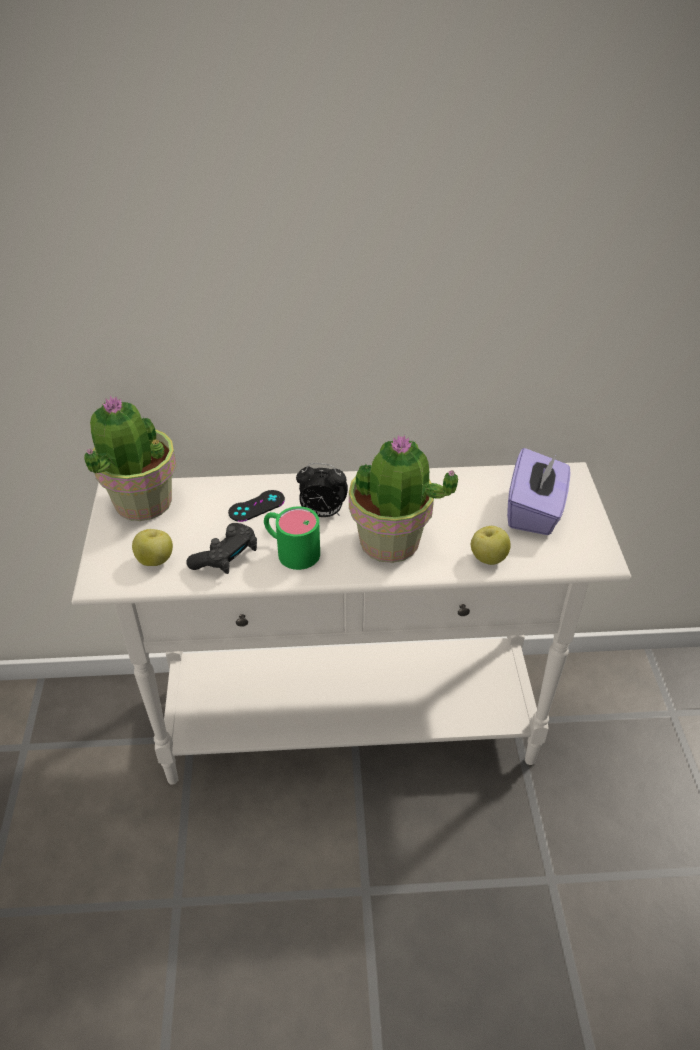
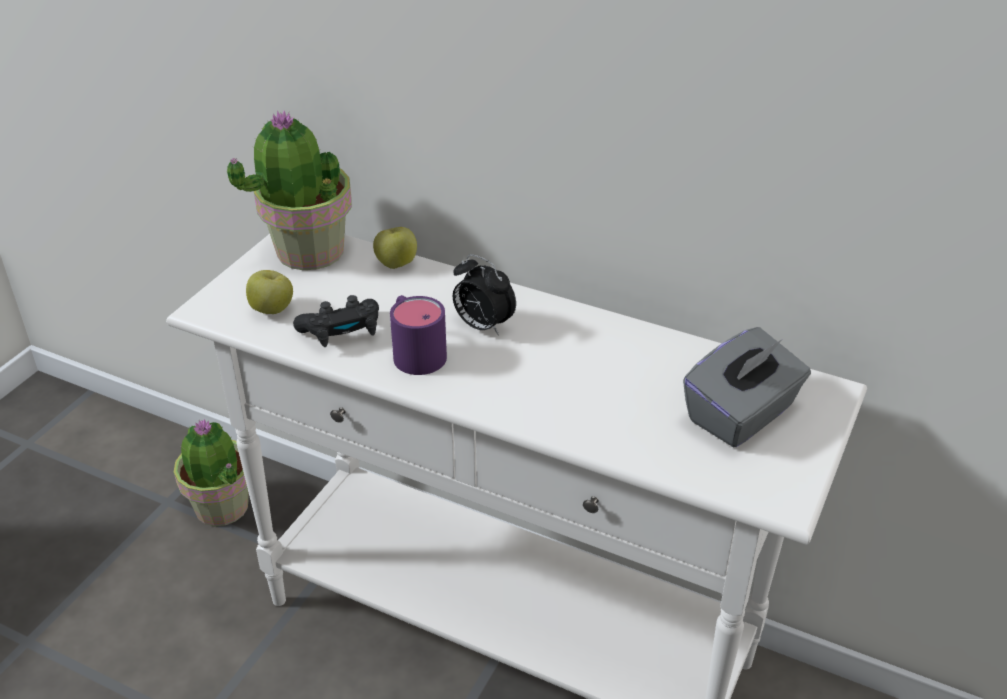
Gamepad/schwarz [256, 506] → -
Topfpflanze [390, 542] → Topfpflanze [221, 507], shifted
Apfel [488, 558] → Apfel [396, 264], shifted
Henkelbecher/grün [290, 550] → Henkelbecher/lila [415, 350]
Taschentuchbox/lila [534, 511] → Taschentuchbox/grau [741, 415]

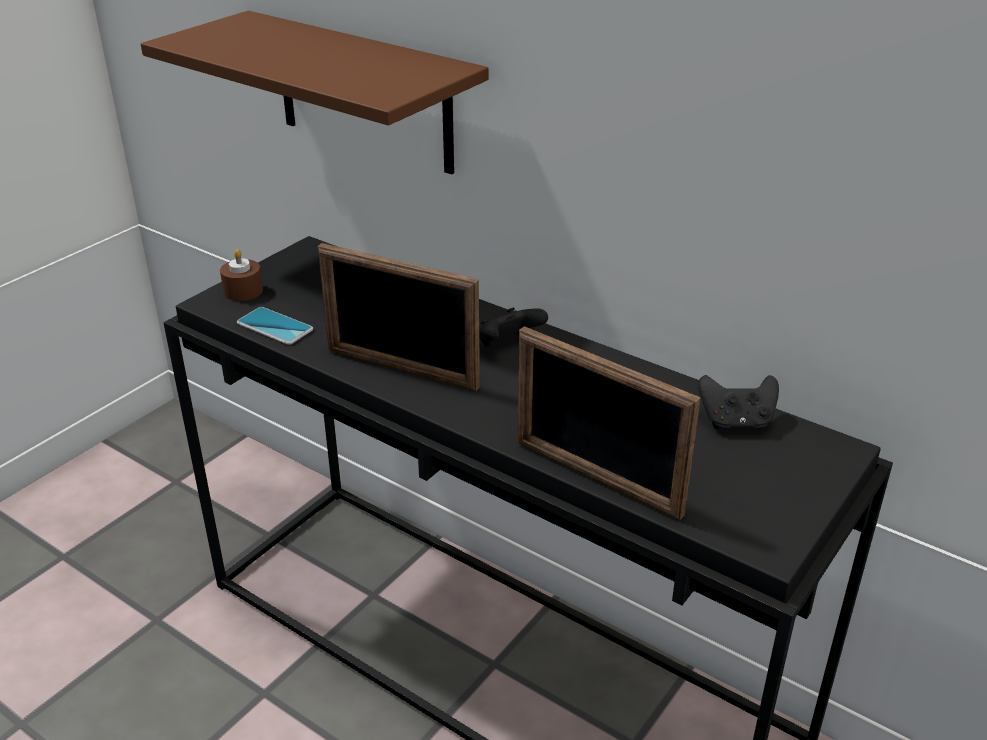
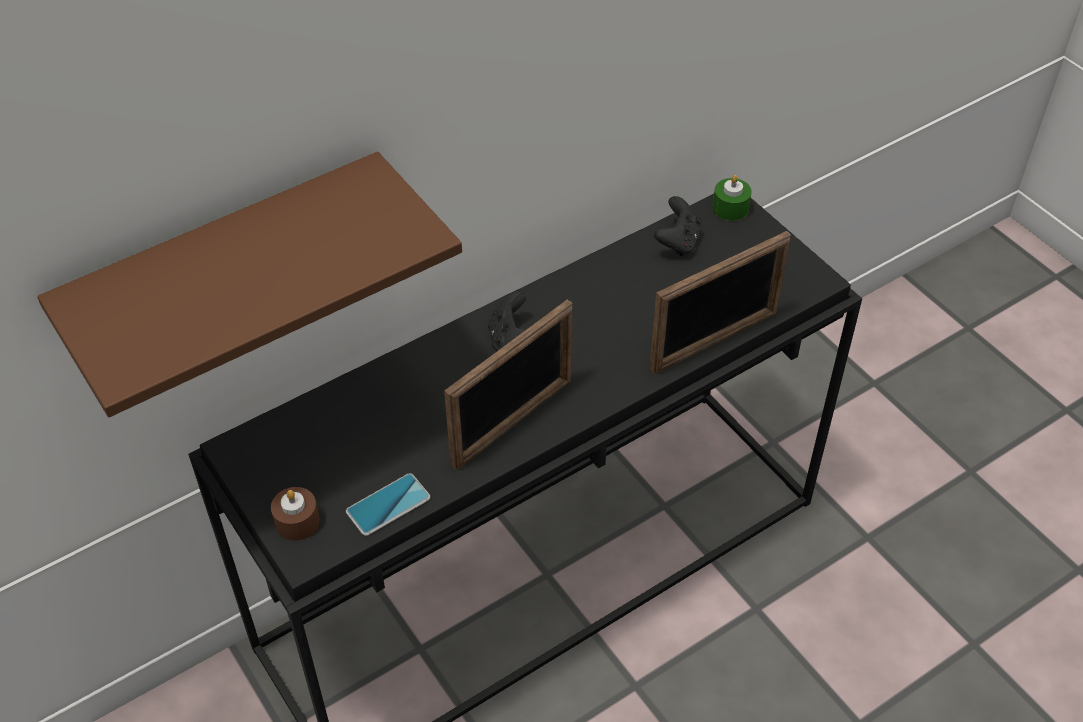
- → Kerze/grün [730, 208]

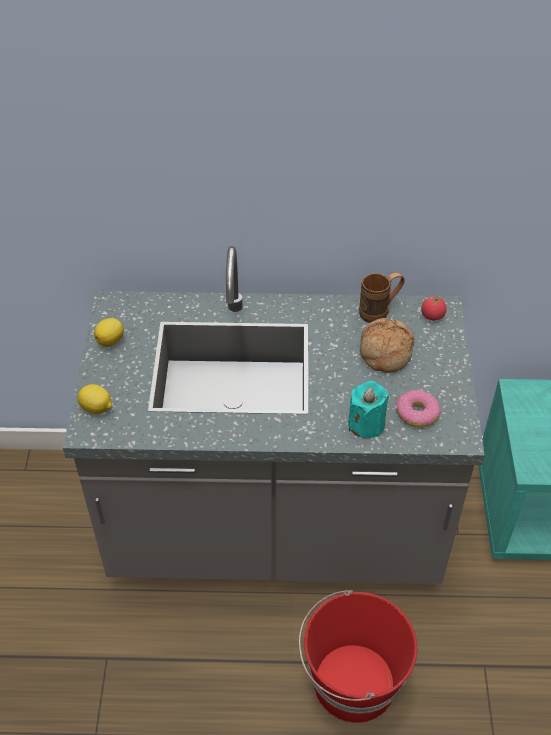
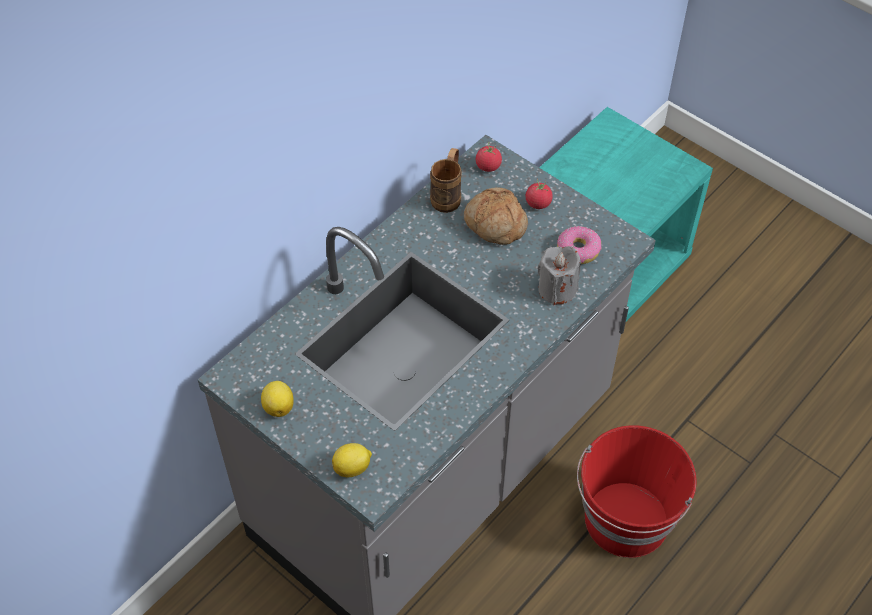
- → Tomate [538, 203]
Kerze/türkis [366, 424] → Kerze/grau [557, 289]

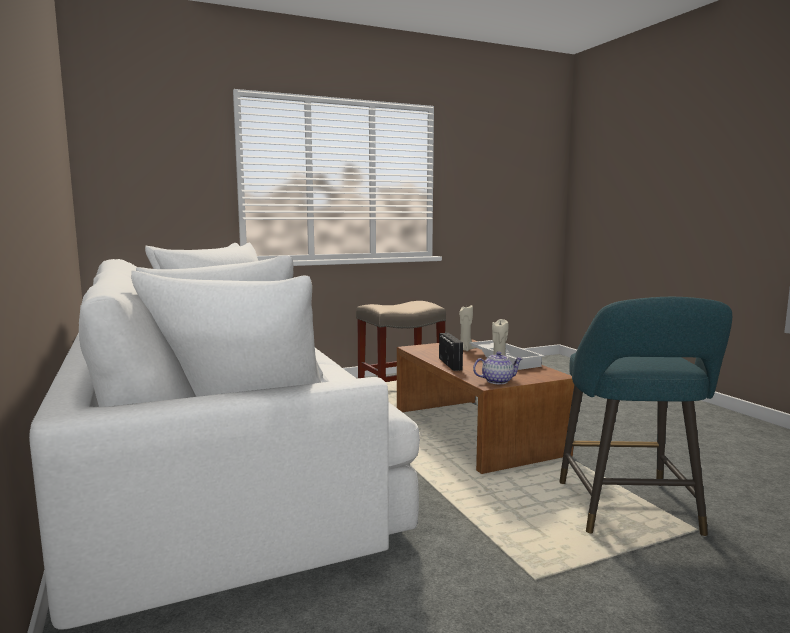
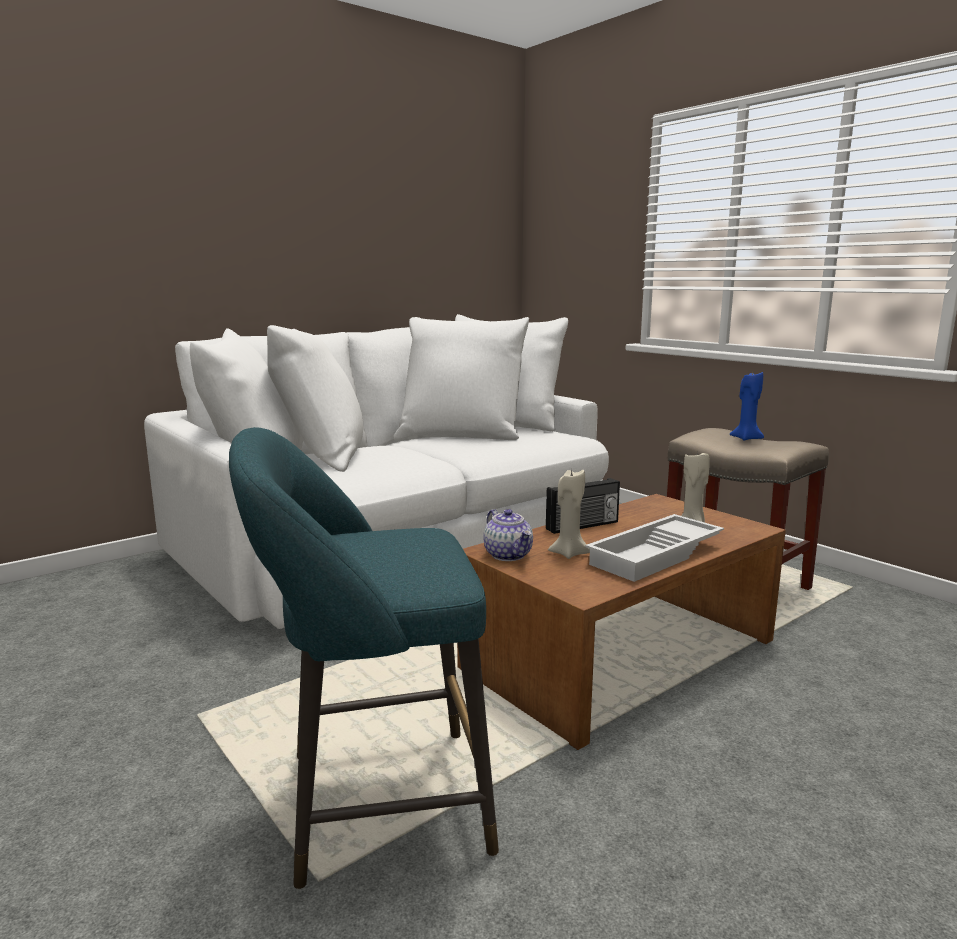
- → Kerze/blau [746, 438]

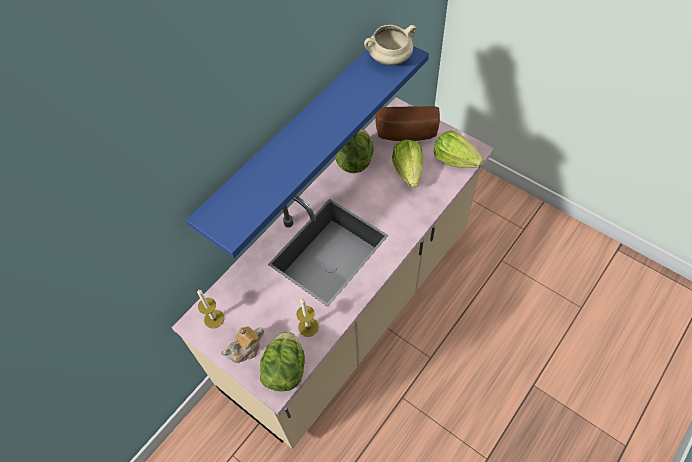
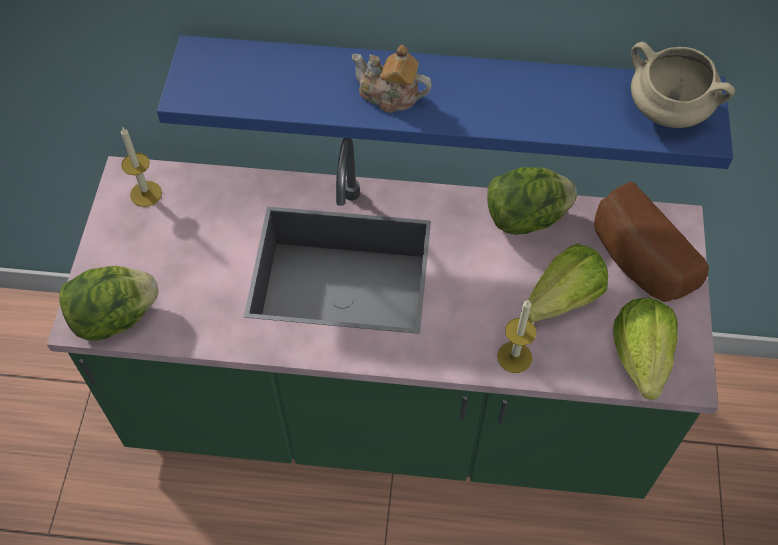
Teekanne [246, 349] → Teekanne [389, 95], shifted
Kerze [308, 327] → Kerze [514, 357], shifted
Küchenzeile/beige [351, 310] → Küchenzeile/grün [389, 411]

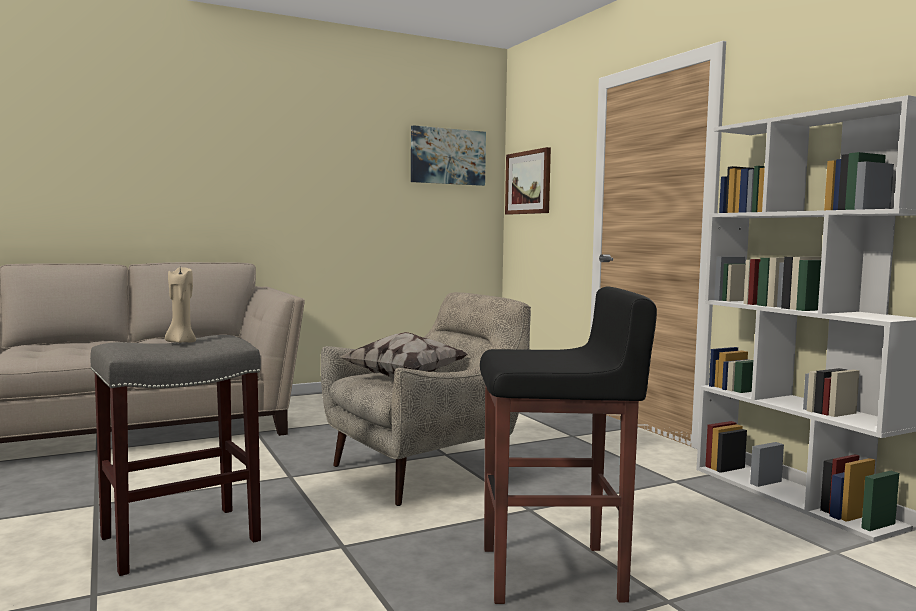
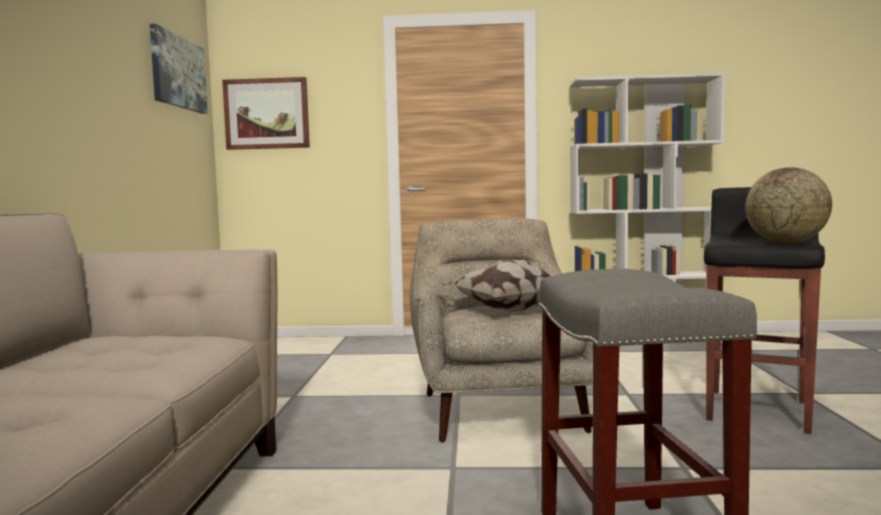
Kerze/beige [181, 342] → -
- → Globus [786, 243]

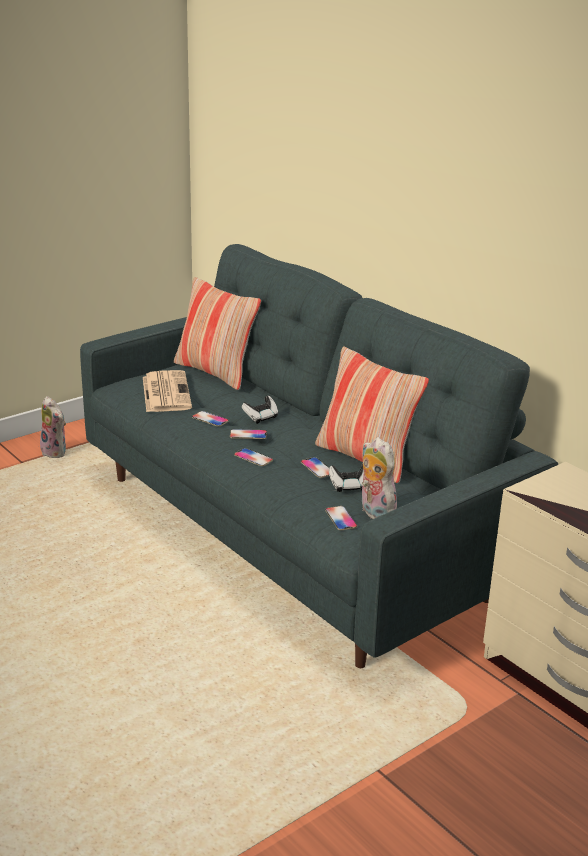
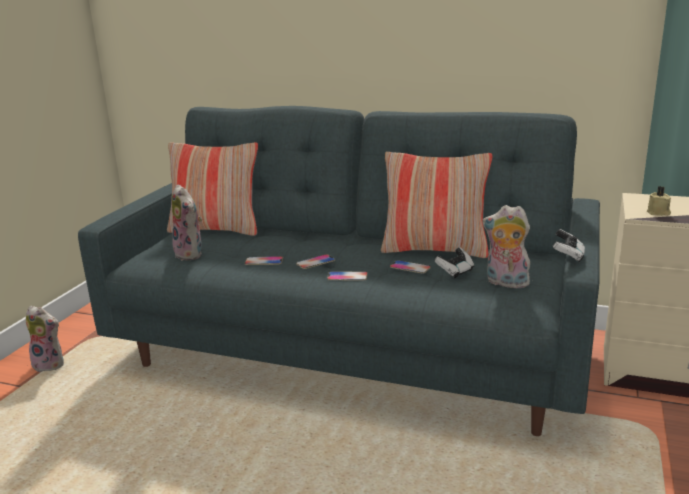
Handy [341, 519] → -
- → Kerze/beige [658, 213]
Gamepad [261, 417] → Gamepad [568, 256], shifted
Zeitung [165, 392] → Plüschtier [191, 254]

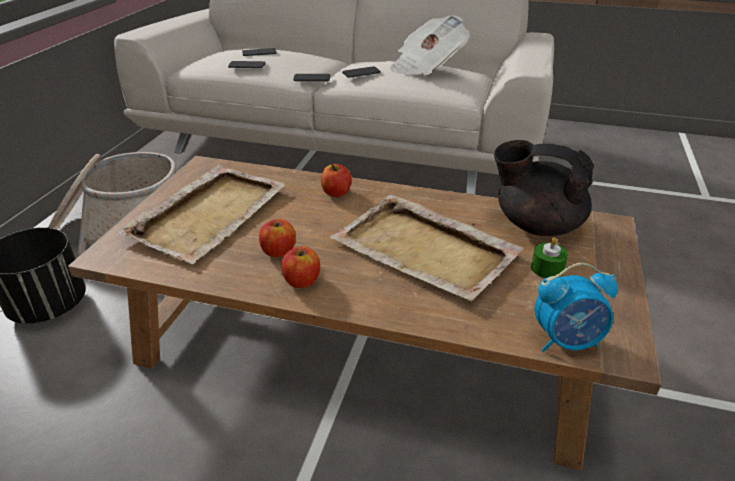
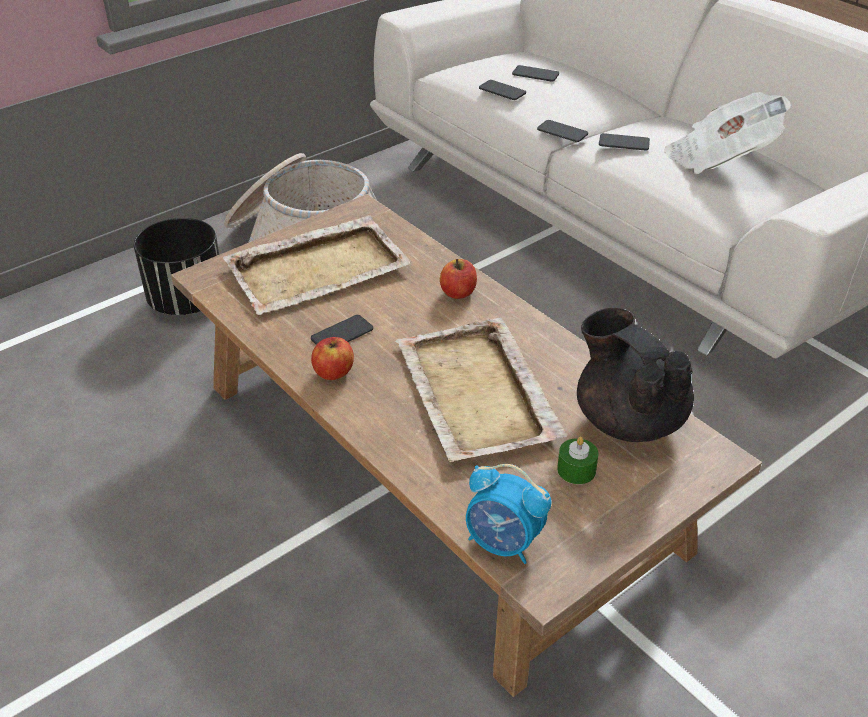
Apfel [278, 251] → Handy [342, 334]

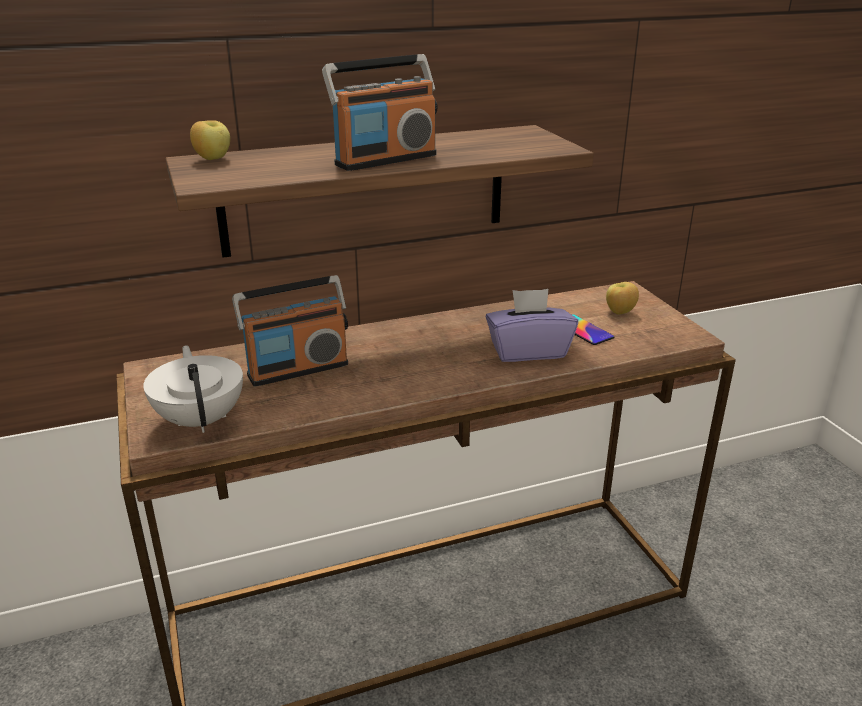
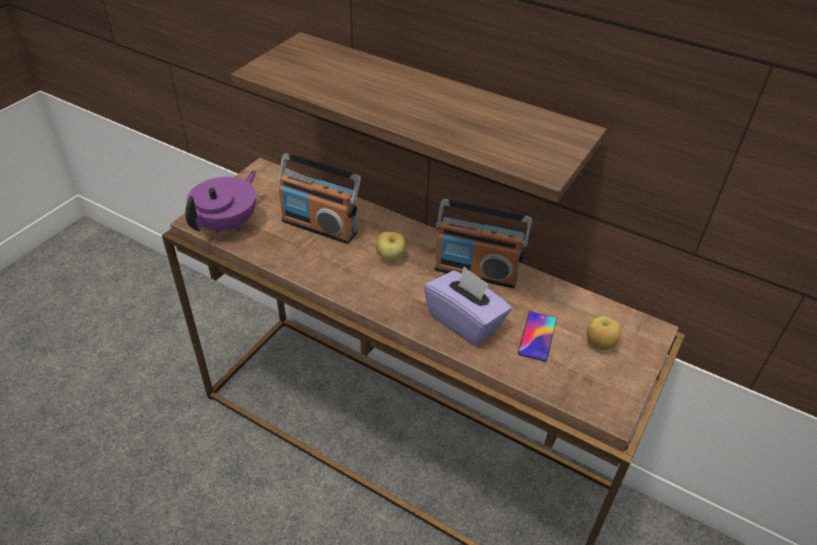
Apfel [213, 159] → Apfel [390, 258], shifted
Radio [385, 160] → Radio [476, 271], shifted
Teekanne/weiß [201, 419] → Teekanne/lila [228, 224]

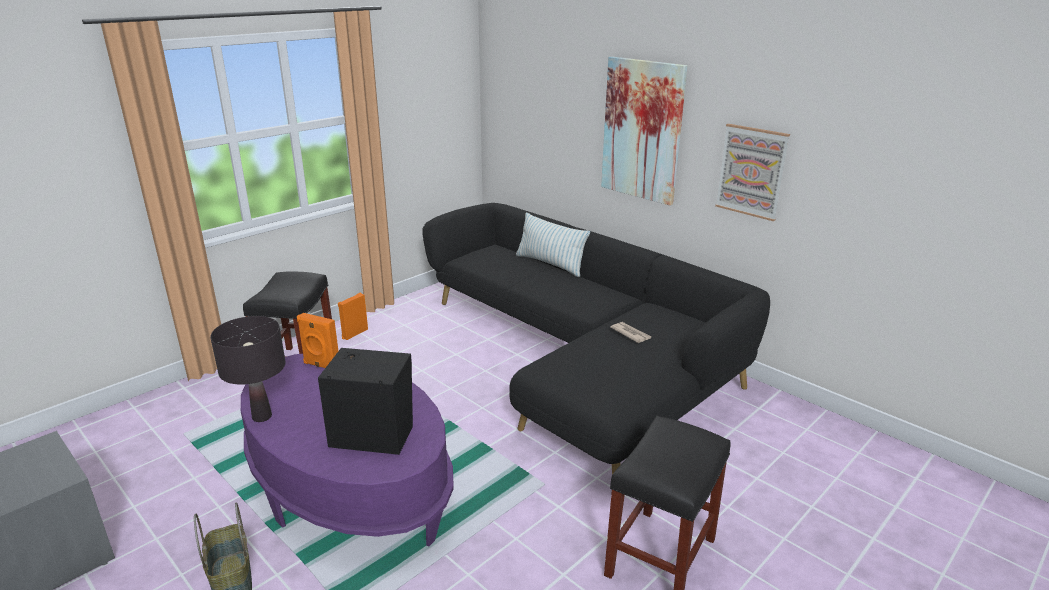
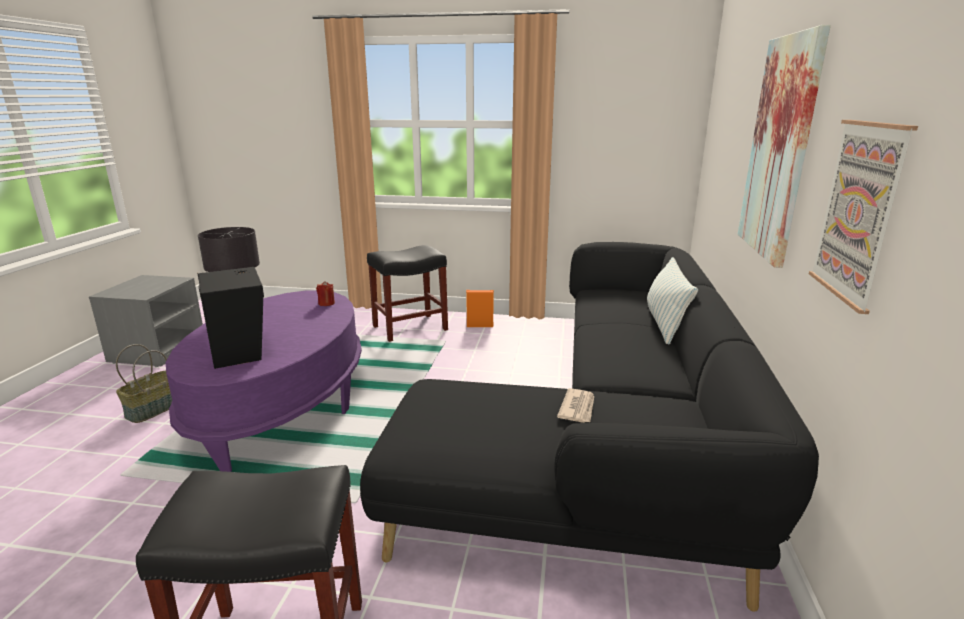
Lautsprecher/orange [321, 365] → Kerze/rot [326, 303]

